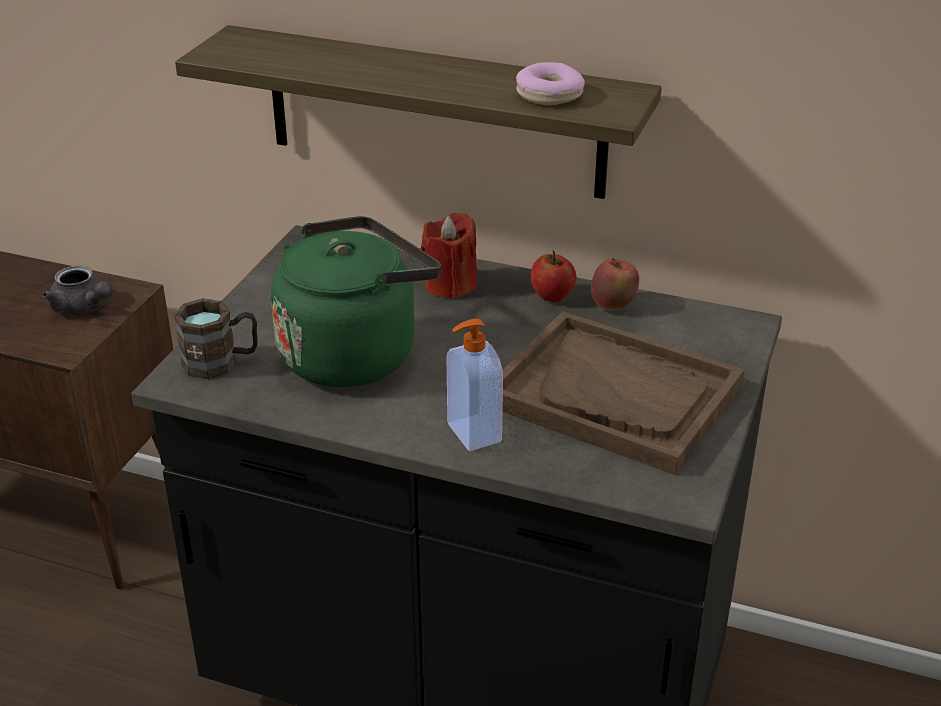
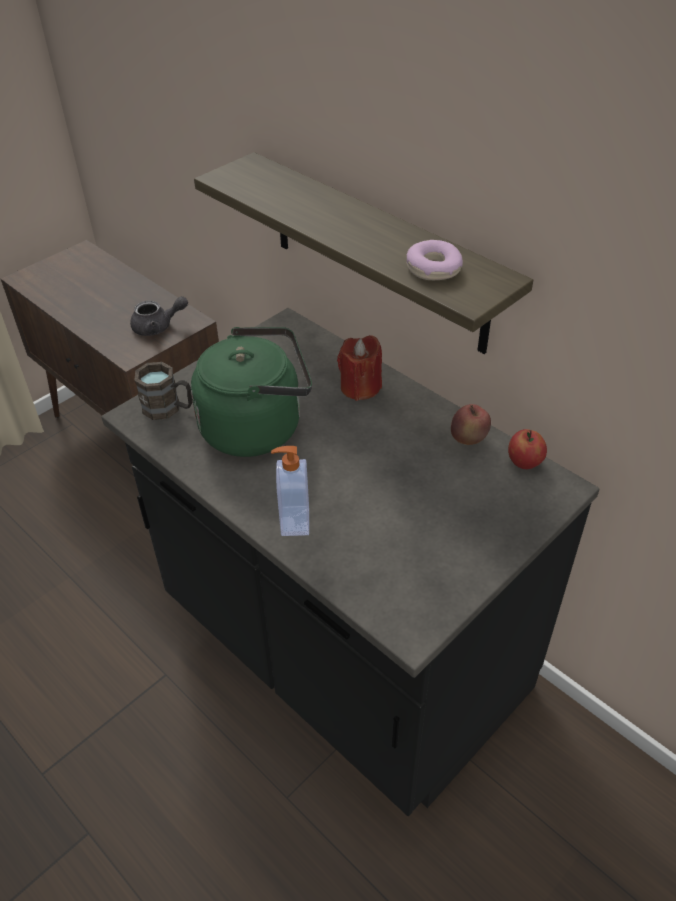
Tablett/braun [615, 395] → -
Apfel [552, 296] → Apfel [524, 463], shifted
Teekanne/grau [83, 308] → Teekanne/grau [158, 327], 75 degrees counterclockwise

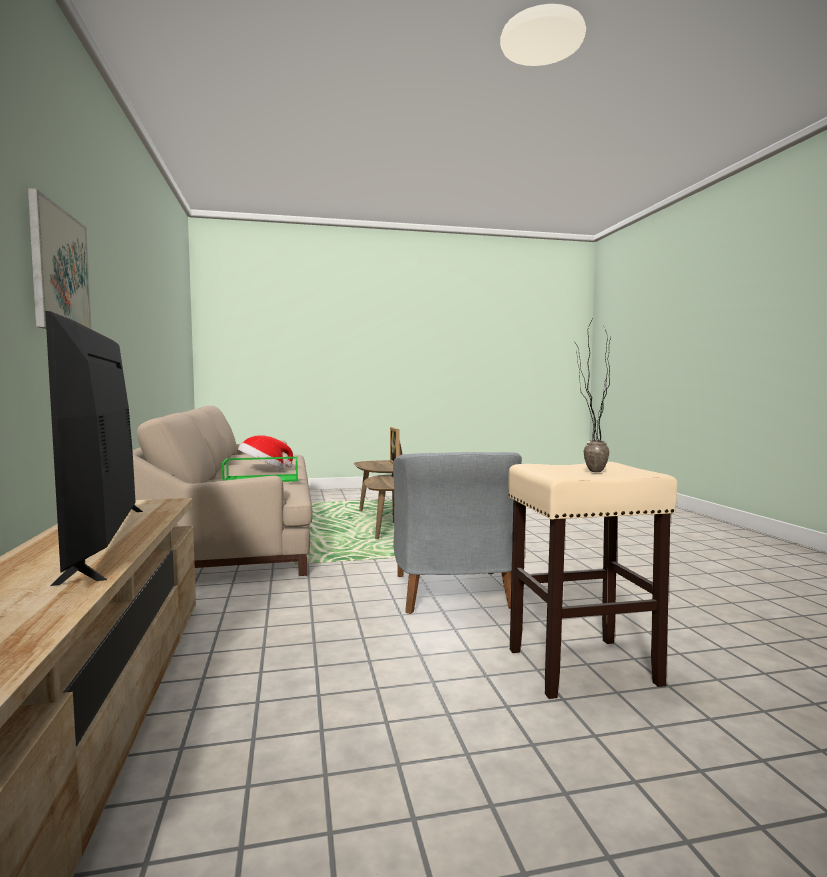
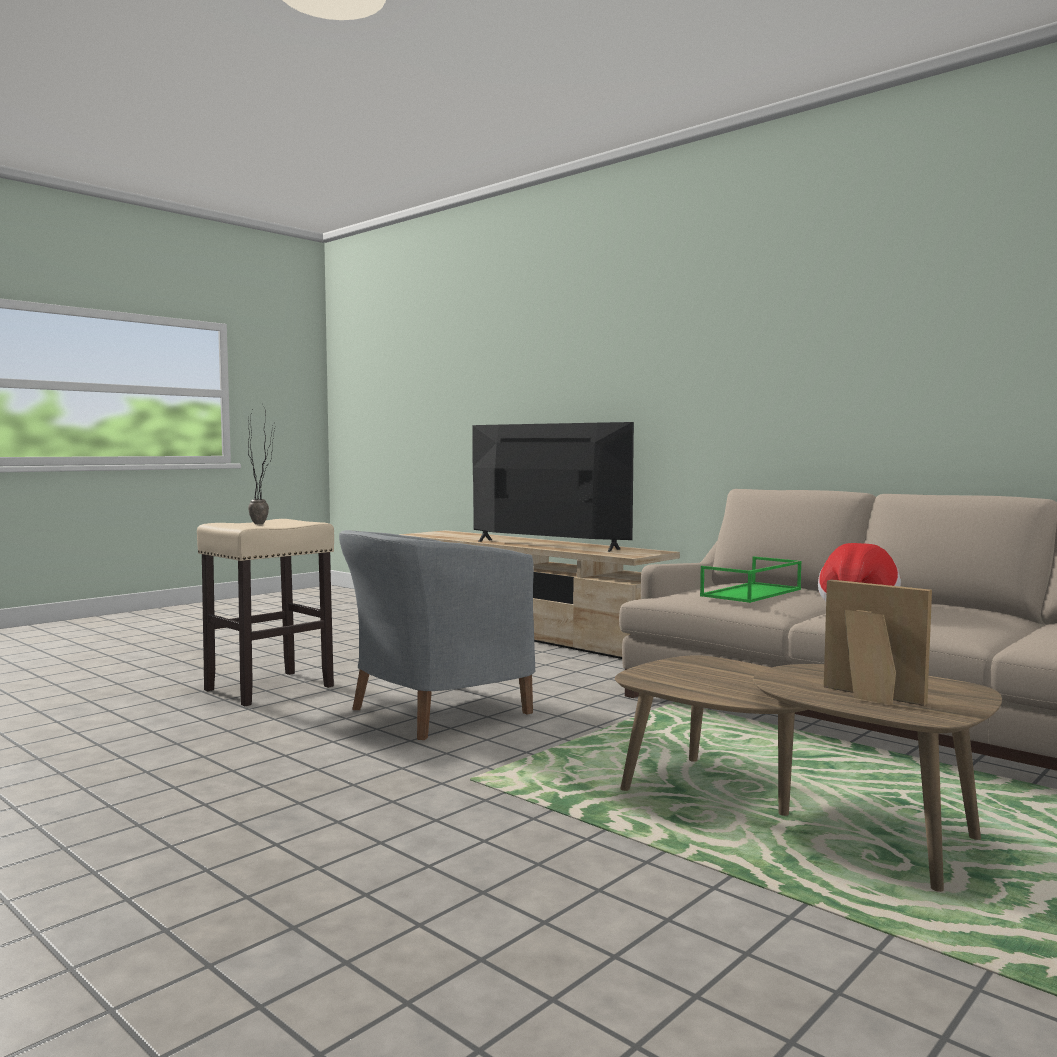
Bild [59, 272] → -
Sessel/grau [453, 593] → Sessel/grau [433, 712], 90 degrees counterclockwise

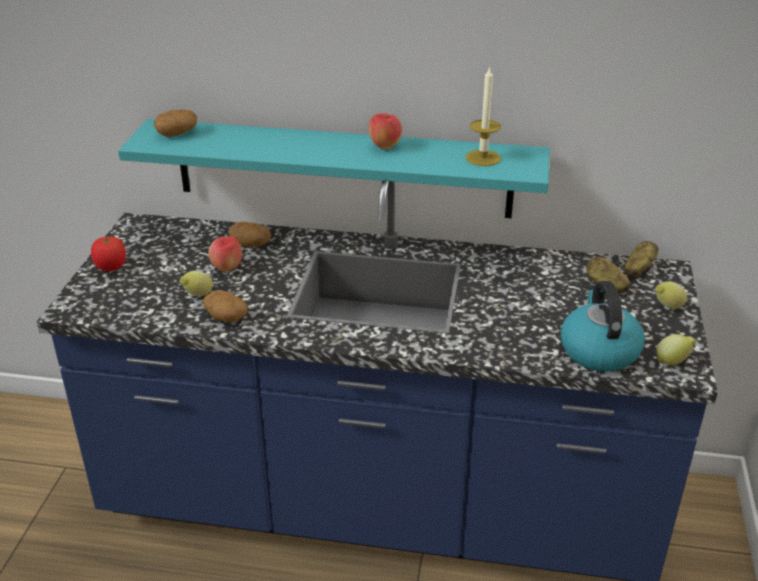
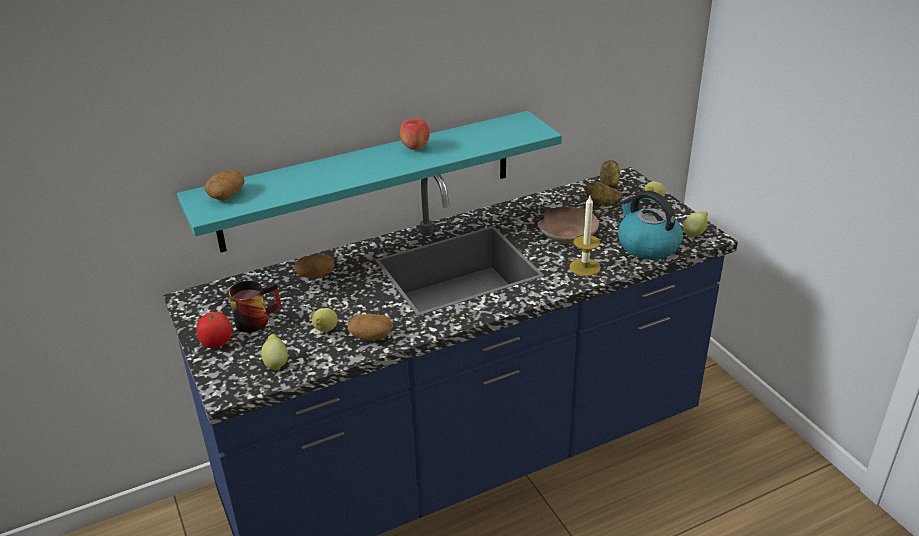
Apfel [226, 268] → -
- → Henkelbecher [256, 318]
- → Zitrone [276, 363]
- → Schüssel/braun [568, 233]
Kerze [483, 158] → Kerze [585, 267], shifted

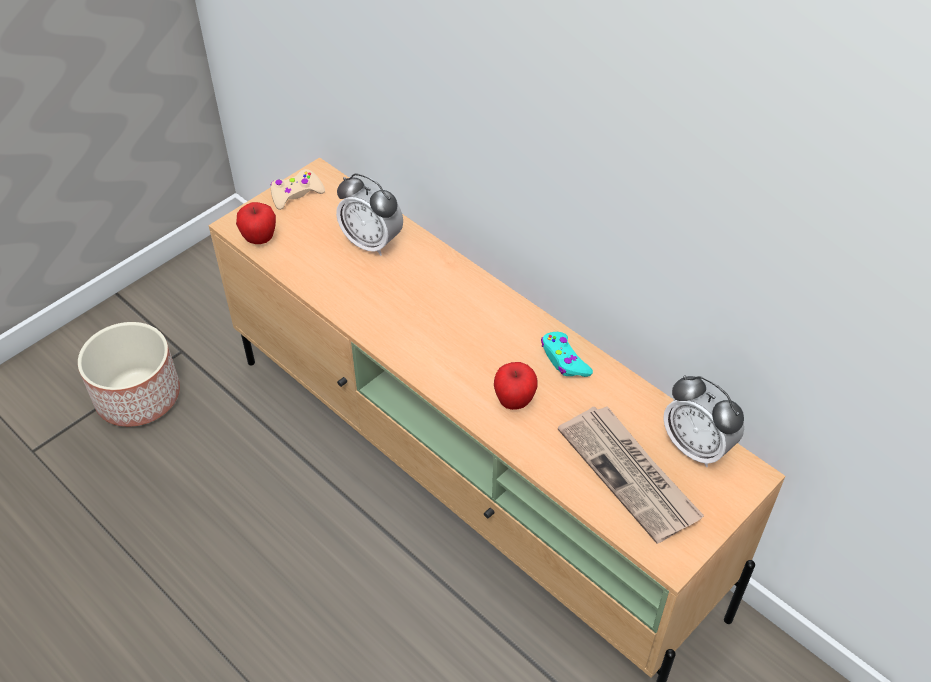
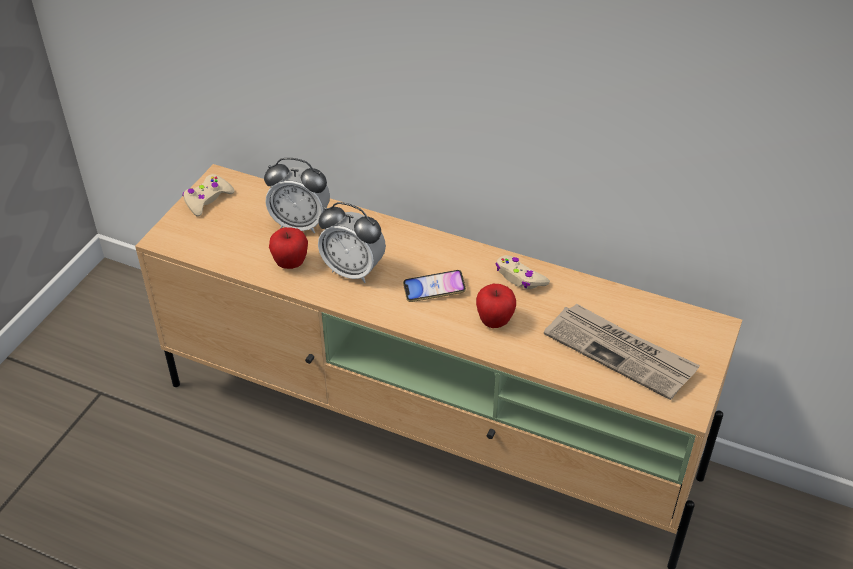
Pflanzkübel [139, 396] → -
- → Handy [434, 289]
Apfel [259, 239] → Apfel [290, 264], shifted
Wecker [696, 447] → Wecker [353, 270], shifted
Gamepad/türkis [564, 360] → Gamepad/beige [520, 278]

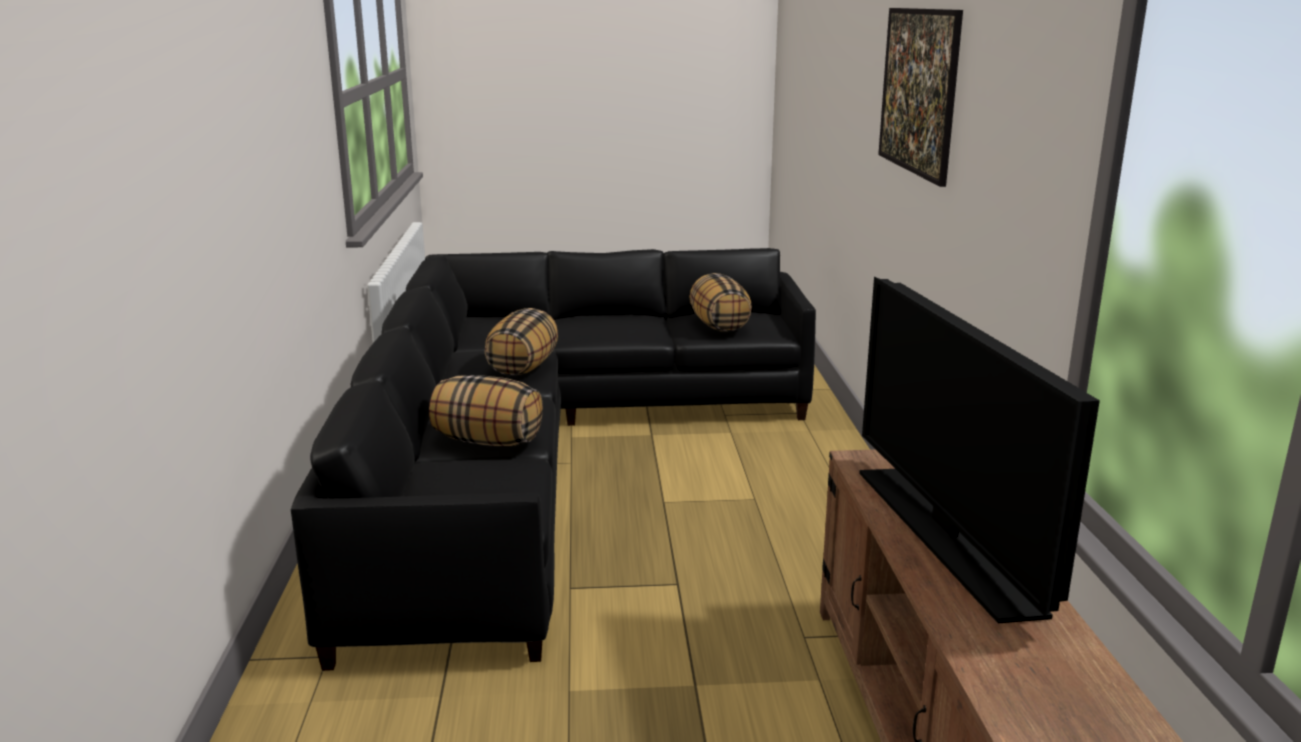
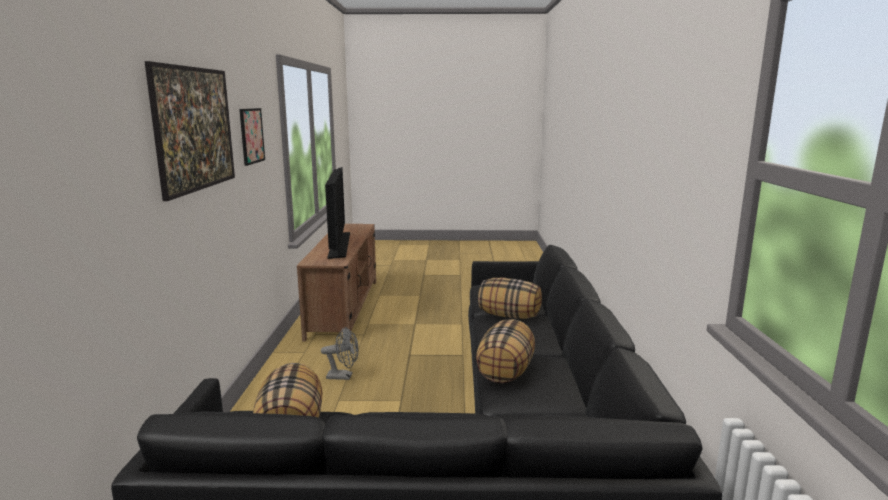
- → Bild [251, 136]
- → Ventilator/grau [343, 376]

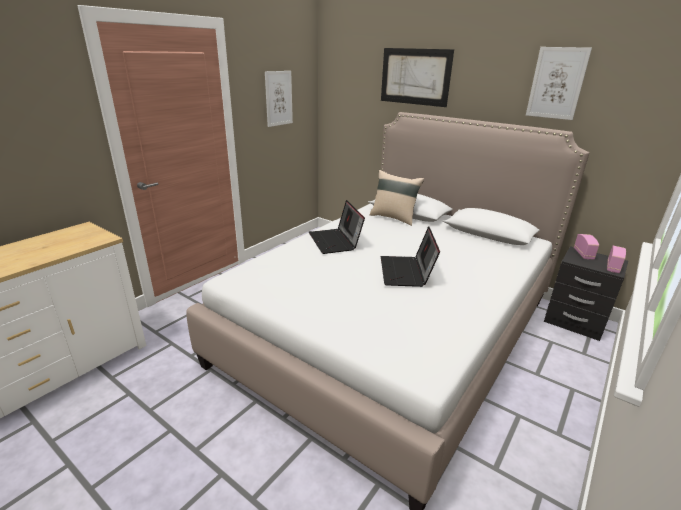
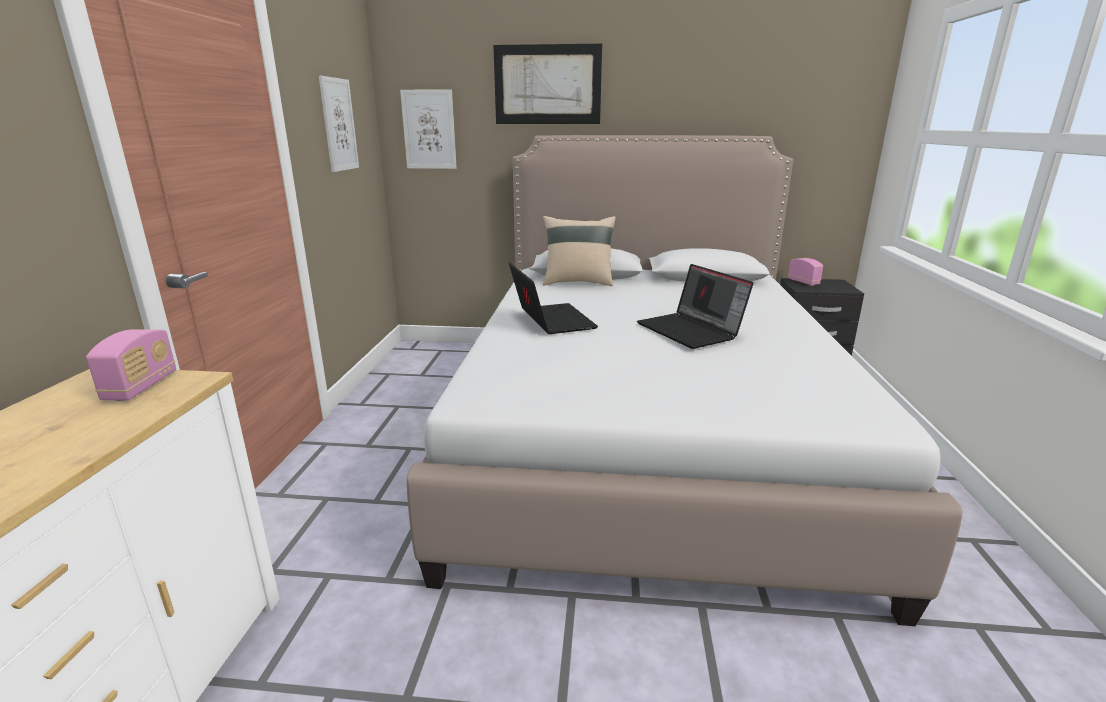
Bild [556, 83] → Bild [429, 130], shifted
Radio [613, 267] → Radio [141, 387], shifted
Laptop [335, 241] → Laptop [550, 320], 150 degrees counterclockwise

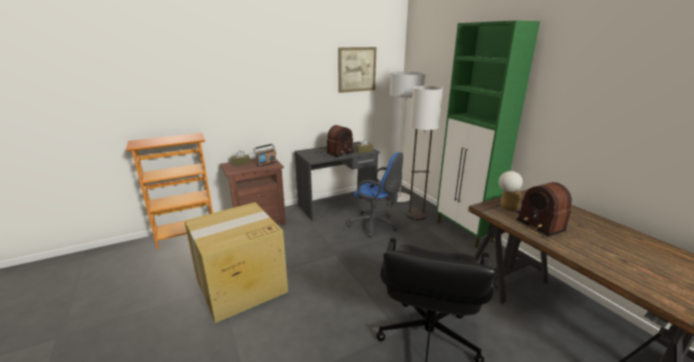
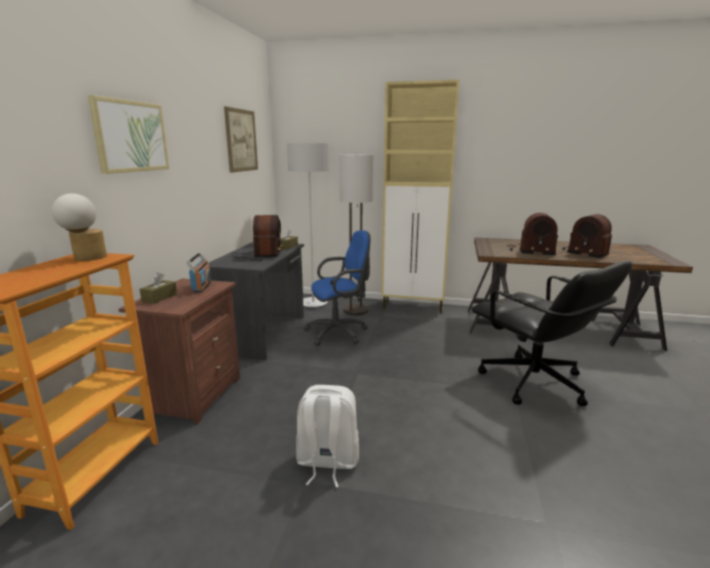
- → Bild [131, 136]
- → Radio [584, 252]
Tischlampe [506, 206] → Tischlampe [85, 258], shifted
Karton [240, 286] → Rucksack/weiß [327, 462]
Schrank/grün [464, 232] → Schrank/beige [413, 307]

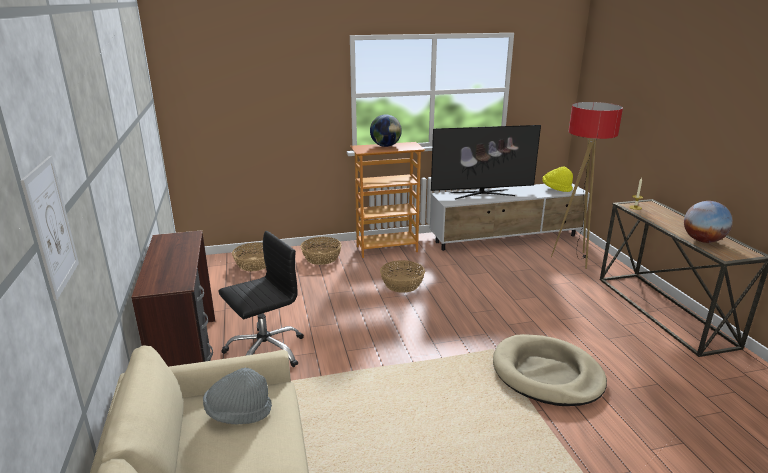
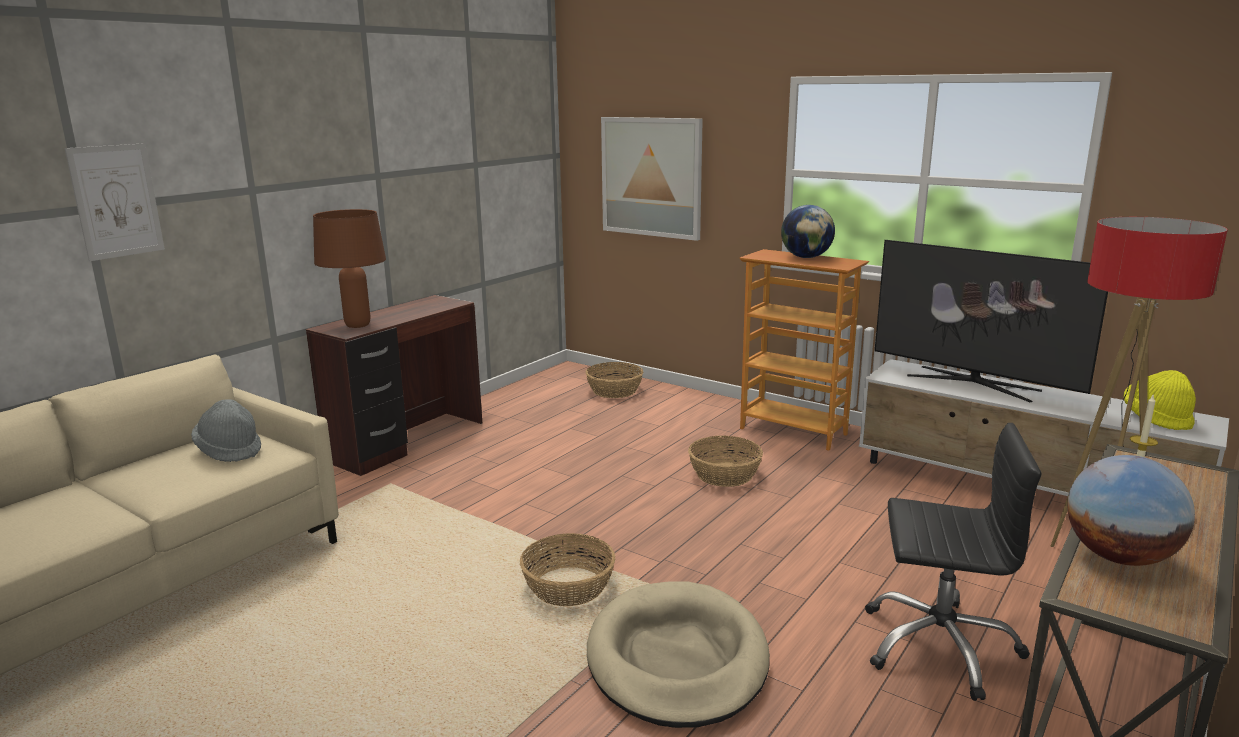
- → Tischlampe/braun [357, 325]
- → Bild [651, 177]
Bürostuhl/schwarz [265, 351] → Bürostuhl/schwarz [939, 645], shifted
Korb [321, 258] → Korb [567, 587], shifted

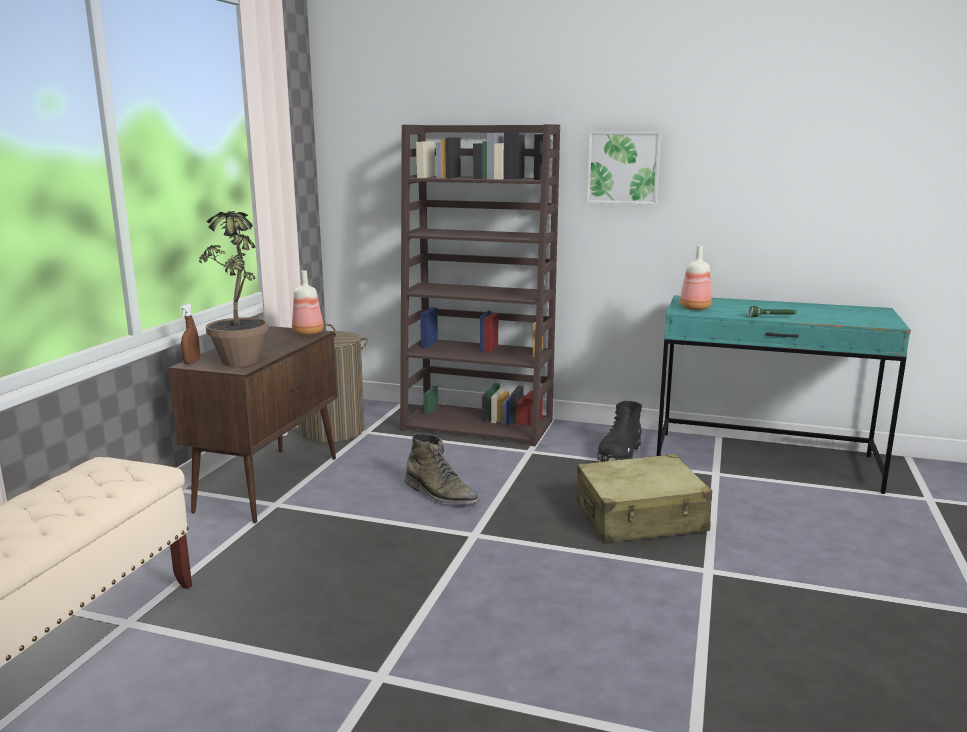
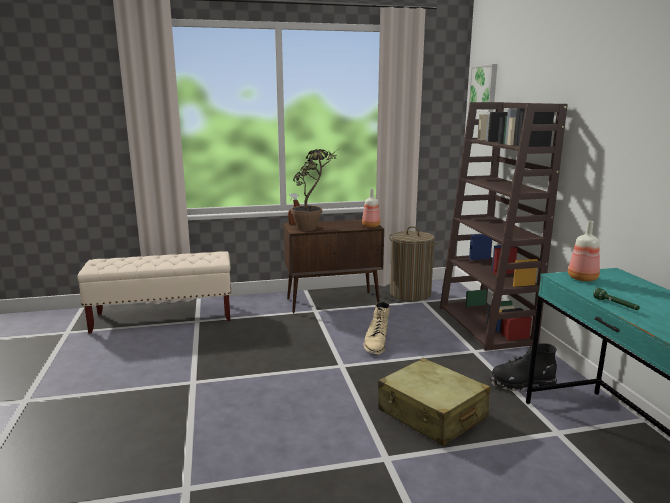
Bild [623, 167] → Bild [484, 88], shifted
Stiefel/grün [440, 494] → Stiefel/beige [376, 343]

